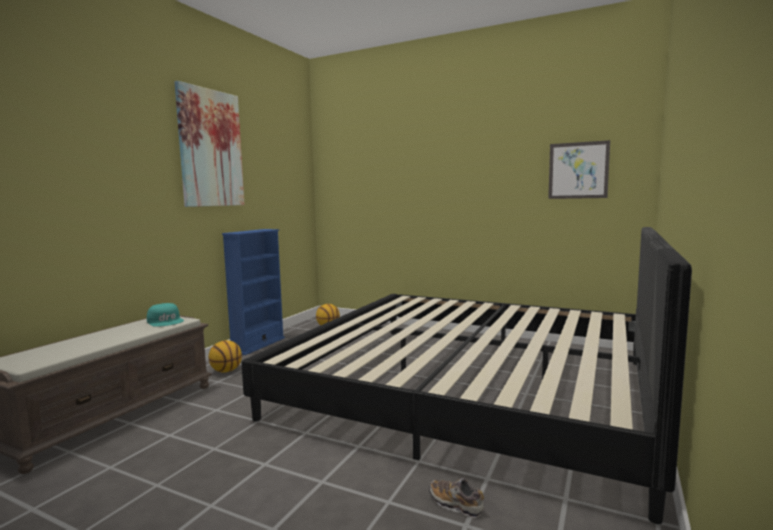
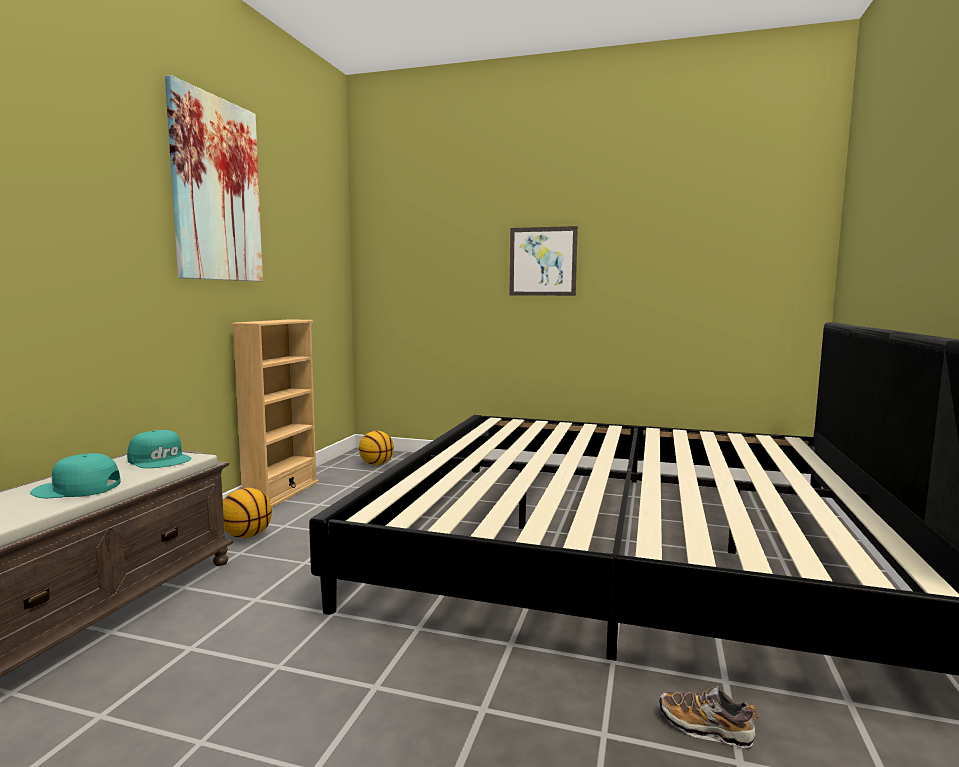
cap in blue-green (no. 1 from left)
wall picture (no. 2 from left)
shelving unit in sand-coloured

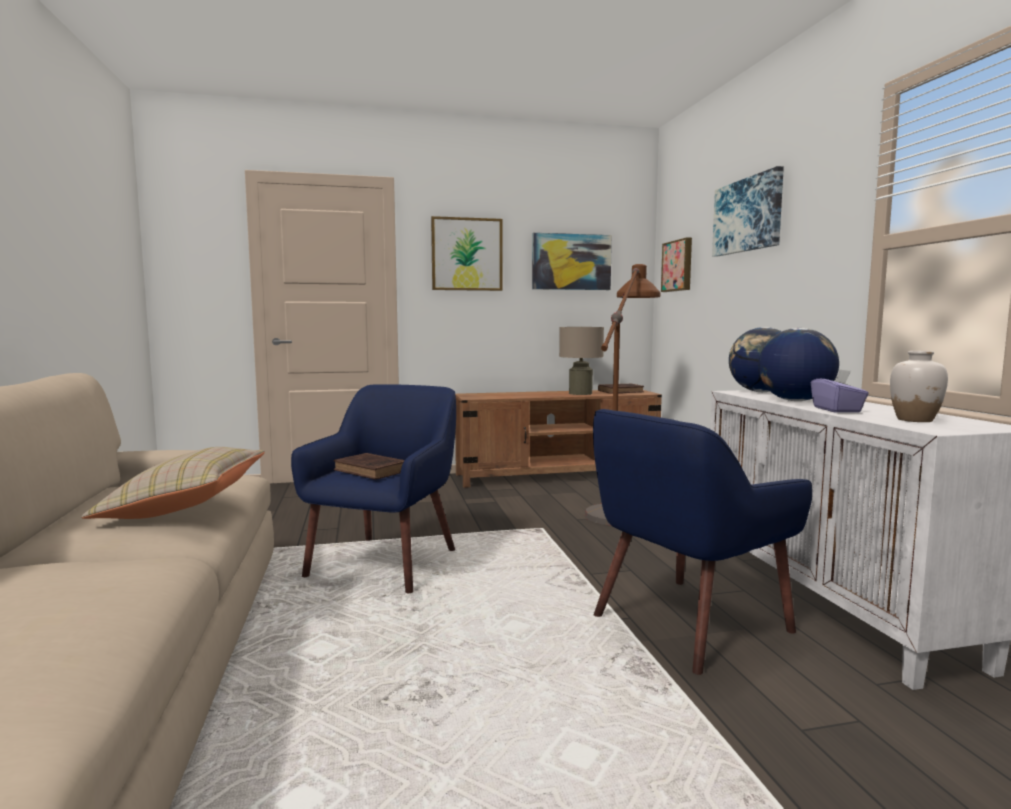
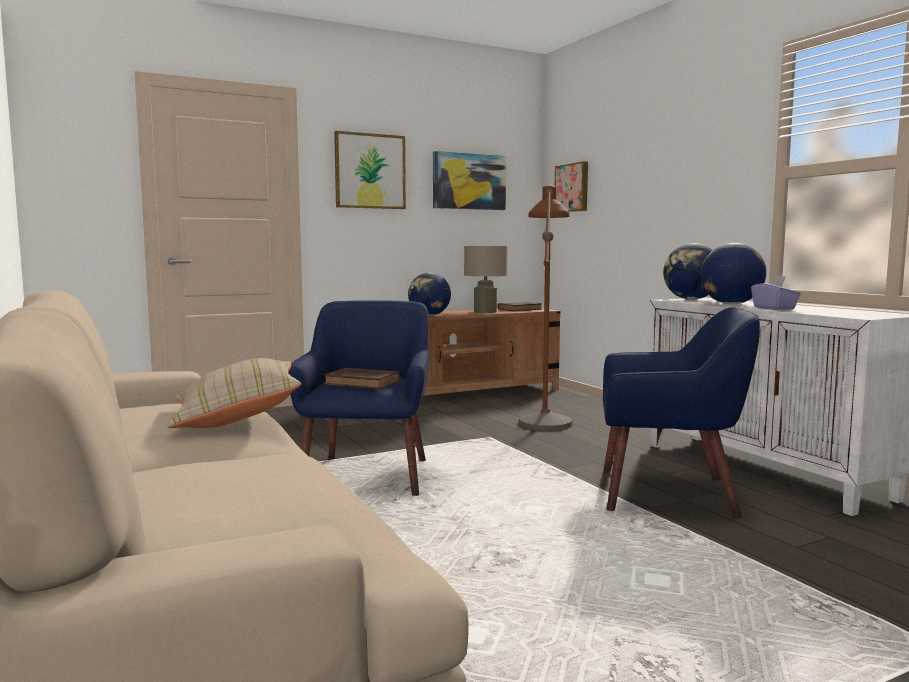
wall picture (no. 4 from left in the first image)
flower vase in whitish
world globe (no. 1 from left)
easy chair in blue-coloured (no. 2 from left)

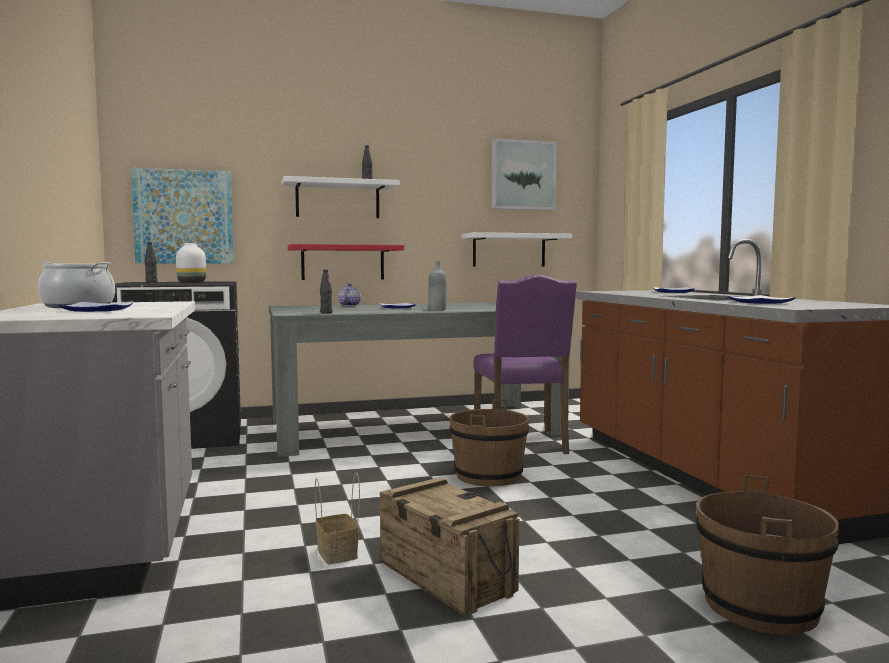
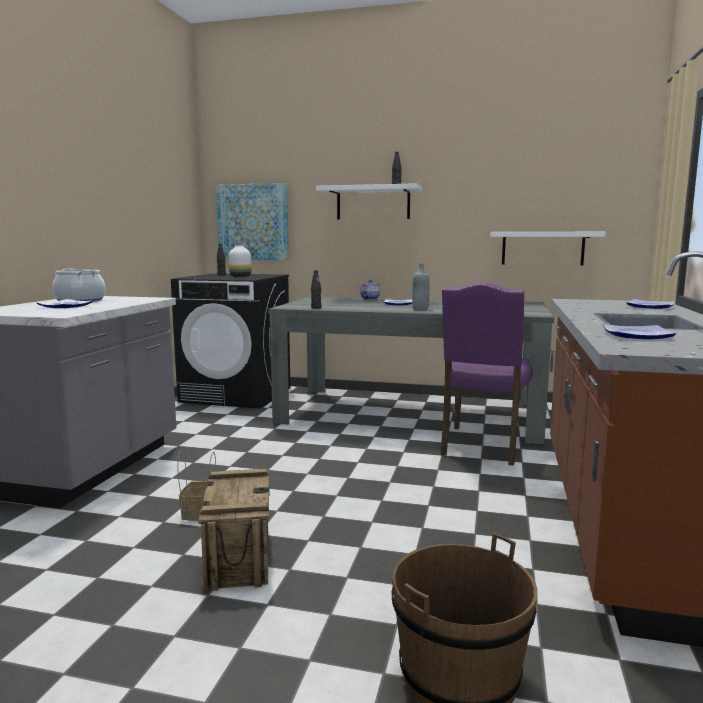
shelf in reddish
water bucket in brown-coloured (no. 1 from left in the first image)
wall picture (no. 2 from left in the first image)

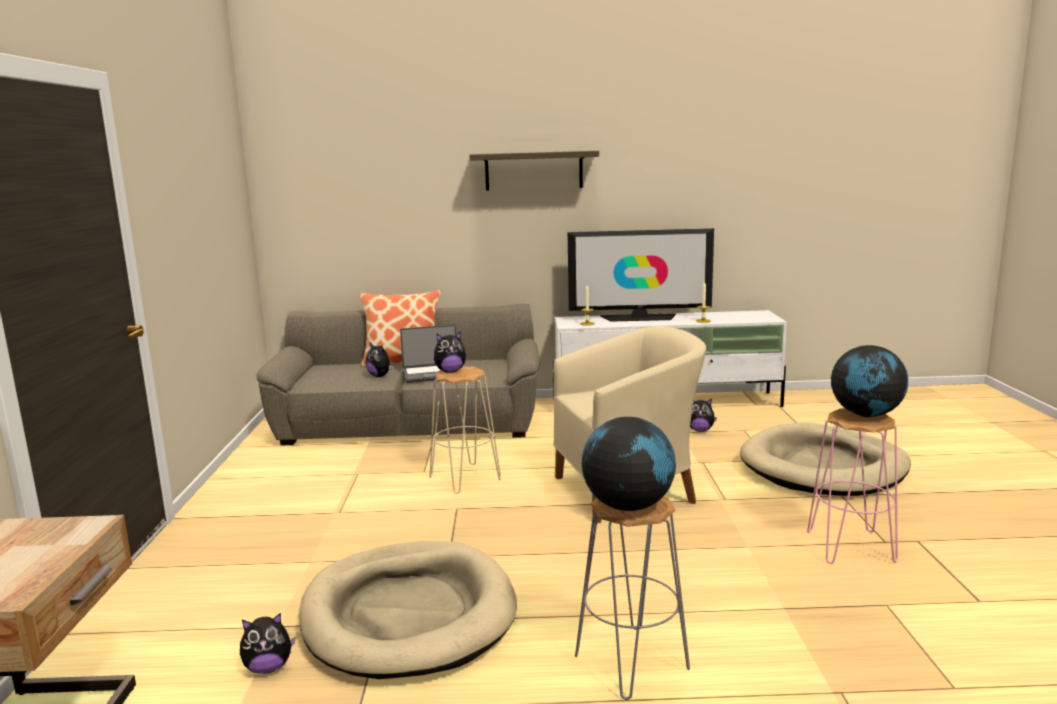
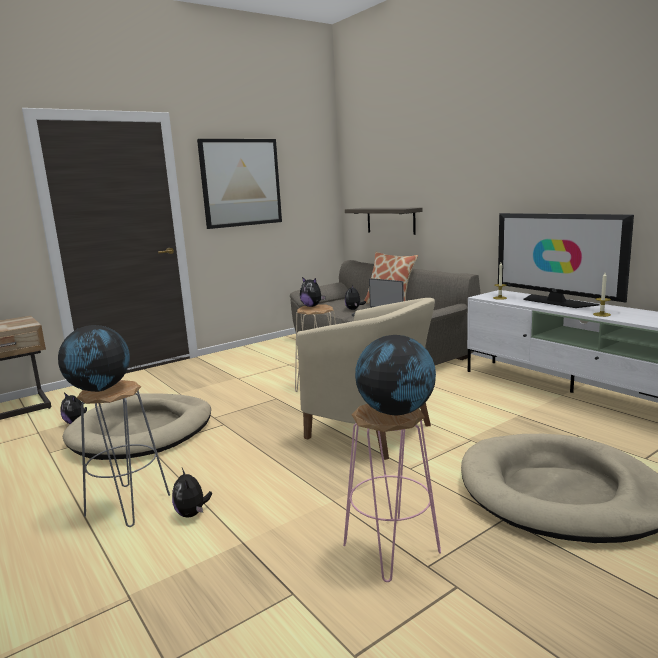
wall picture
shelf
cuddly toy (no. 2 from left)

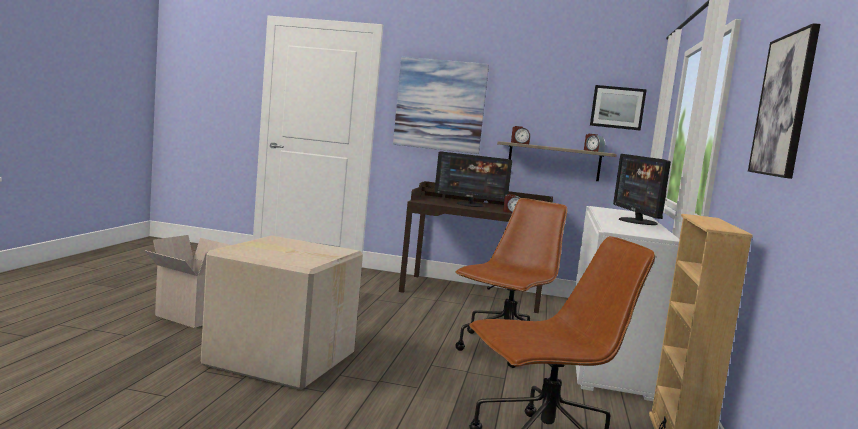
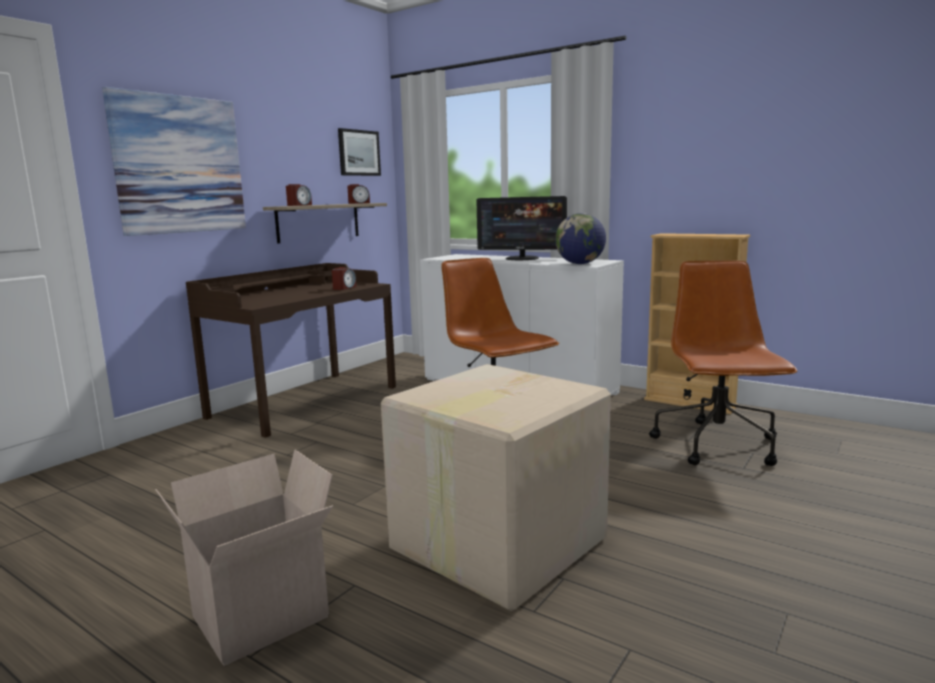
computer screen (no. 1 from left in the first image)
wall picture (no. 3 from left in the first image)
world globe

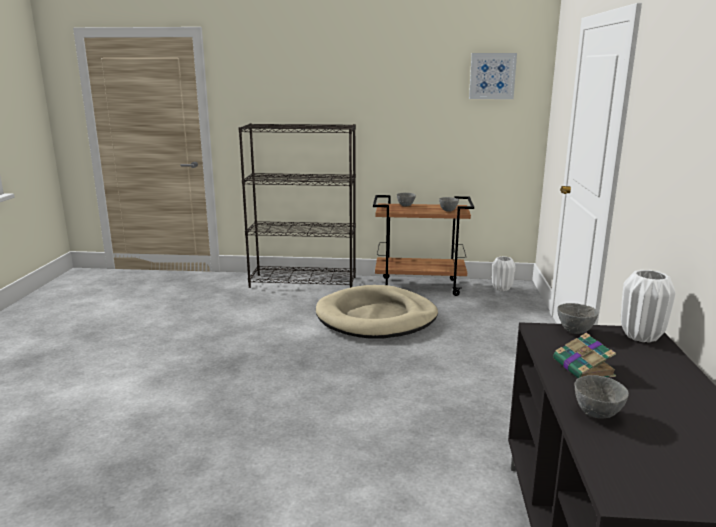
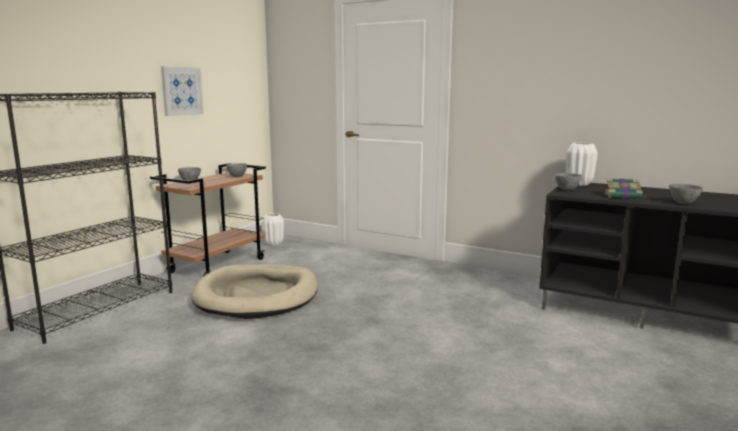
wall picture

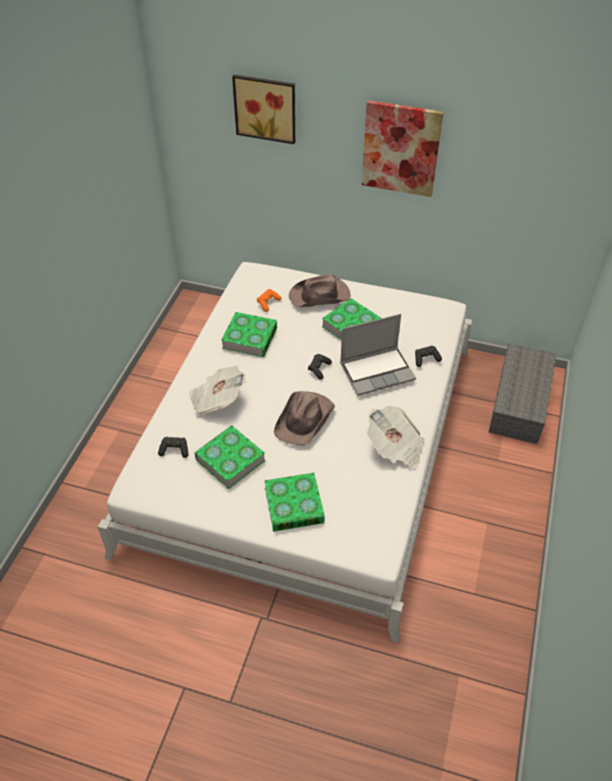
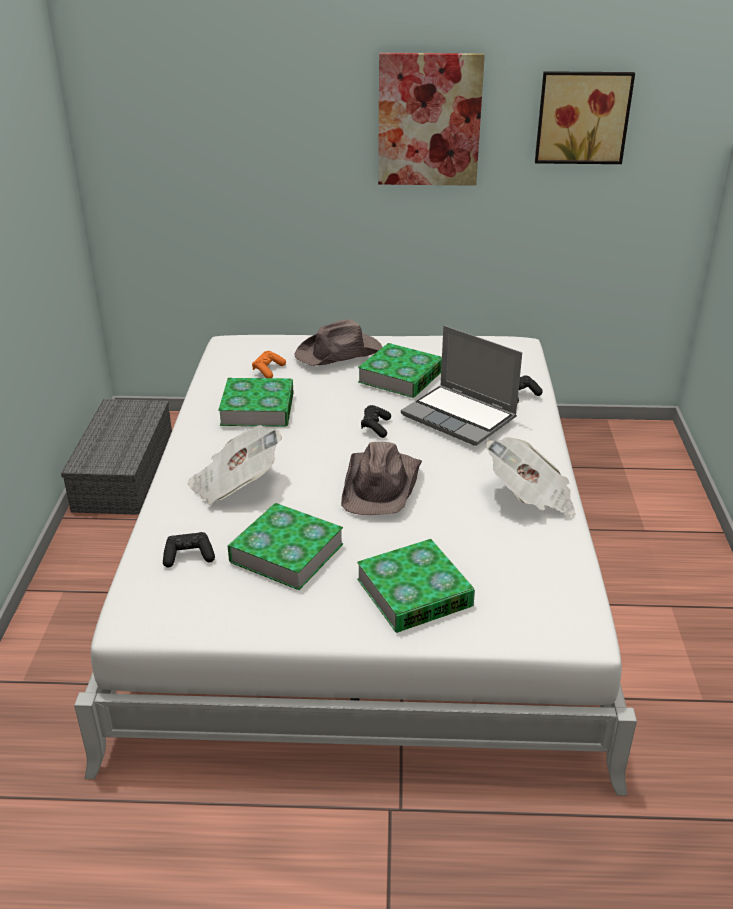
wall picture (no. 2 from left)
storage box in greyish
laptop

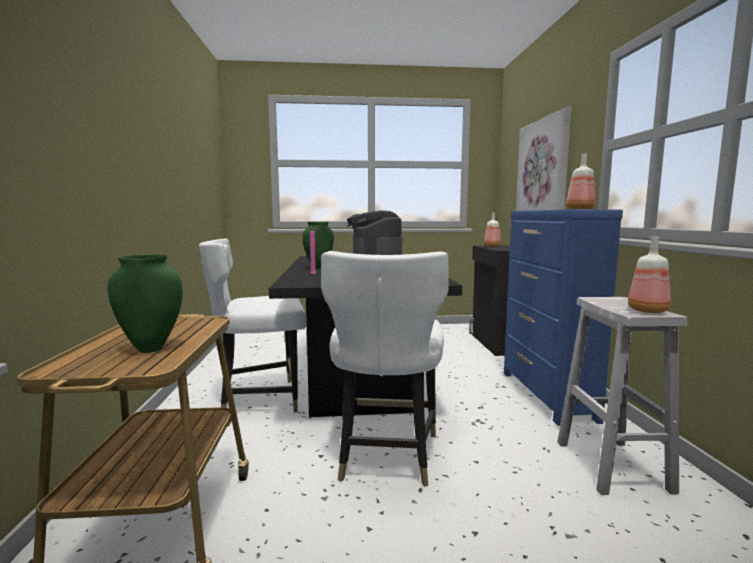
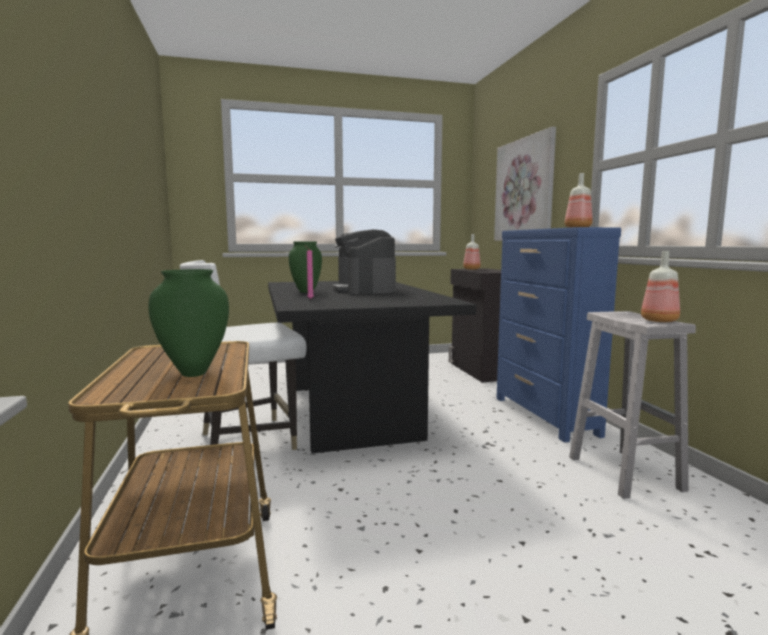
upright chair in whitish (no. 2 from left in the first image)

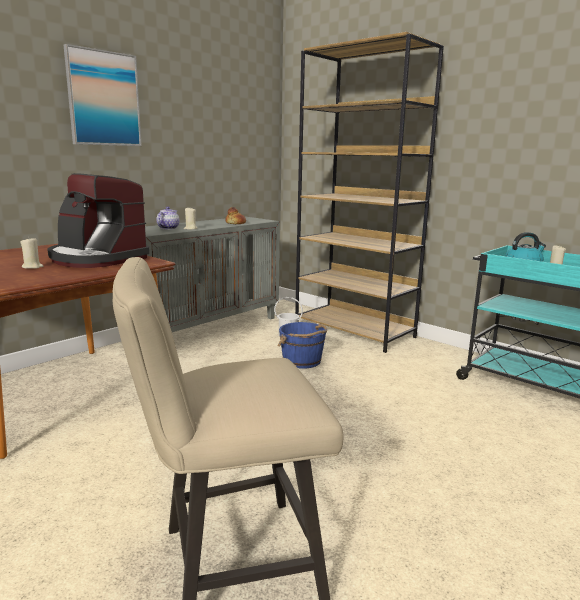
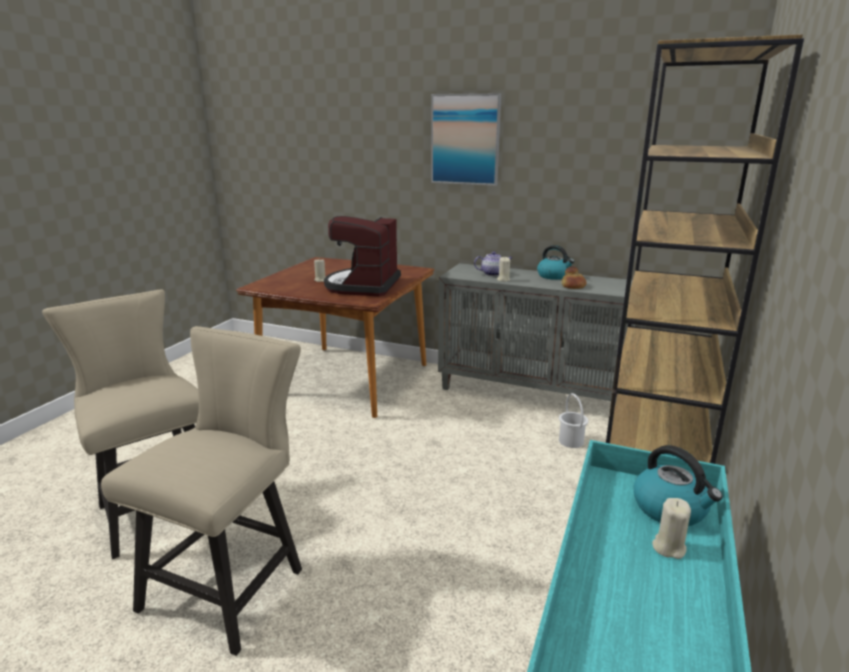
water bucket in blue-coloured
upright chair in sand-coloured (no. 2 from left)
tea kettle (no. 1 from left)

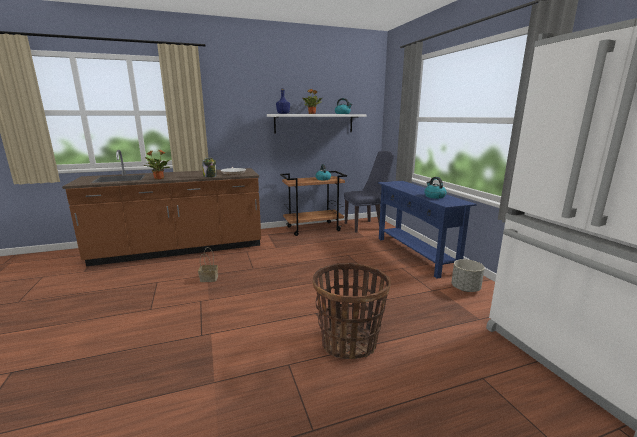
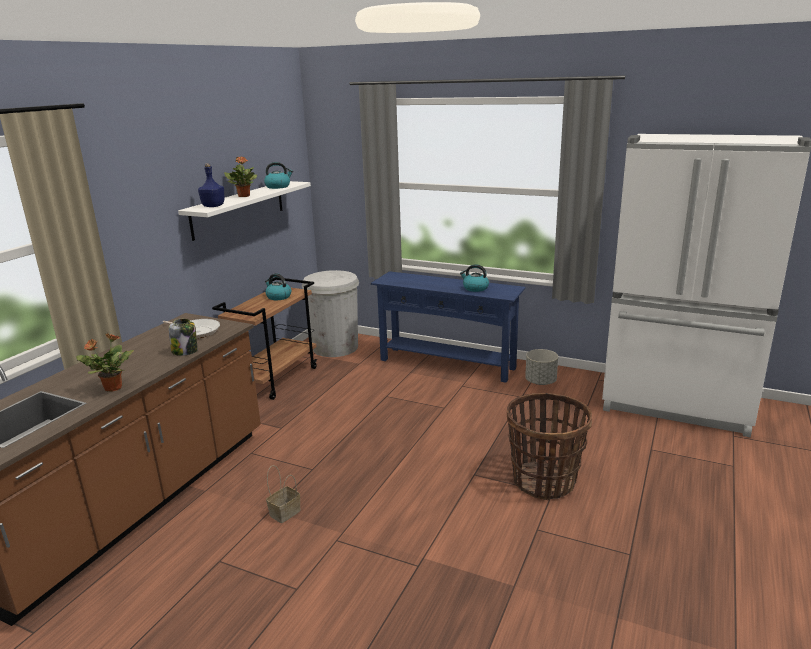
waste bin in whitish

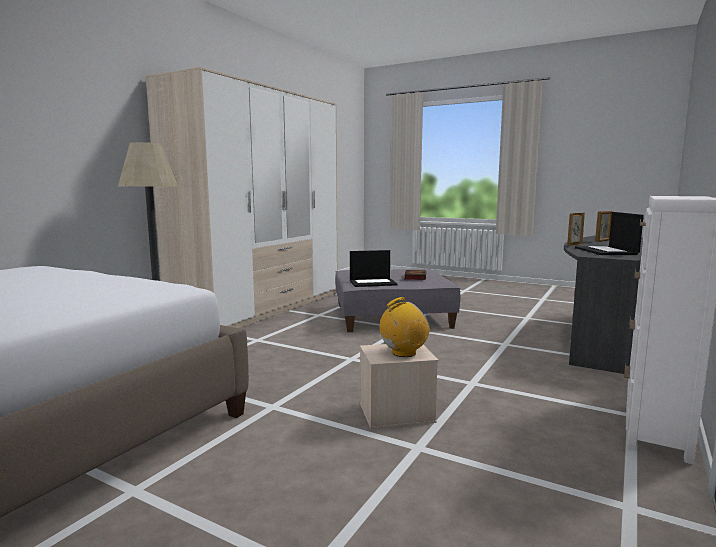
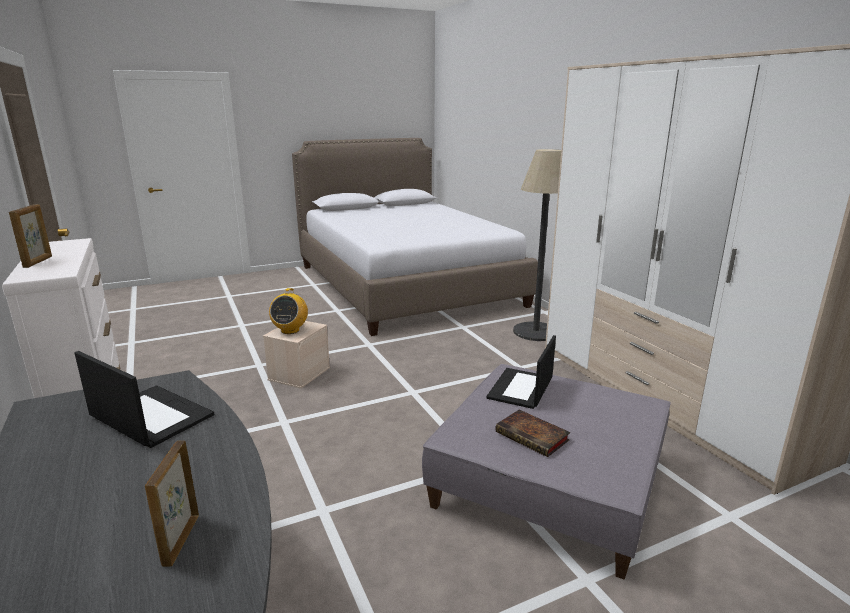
photo frame (no. 1 from left)

